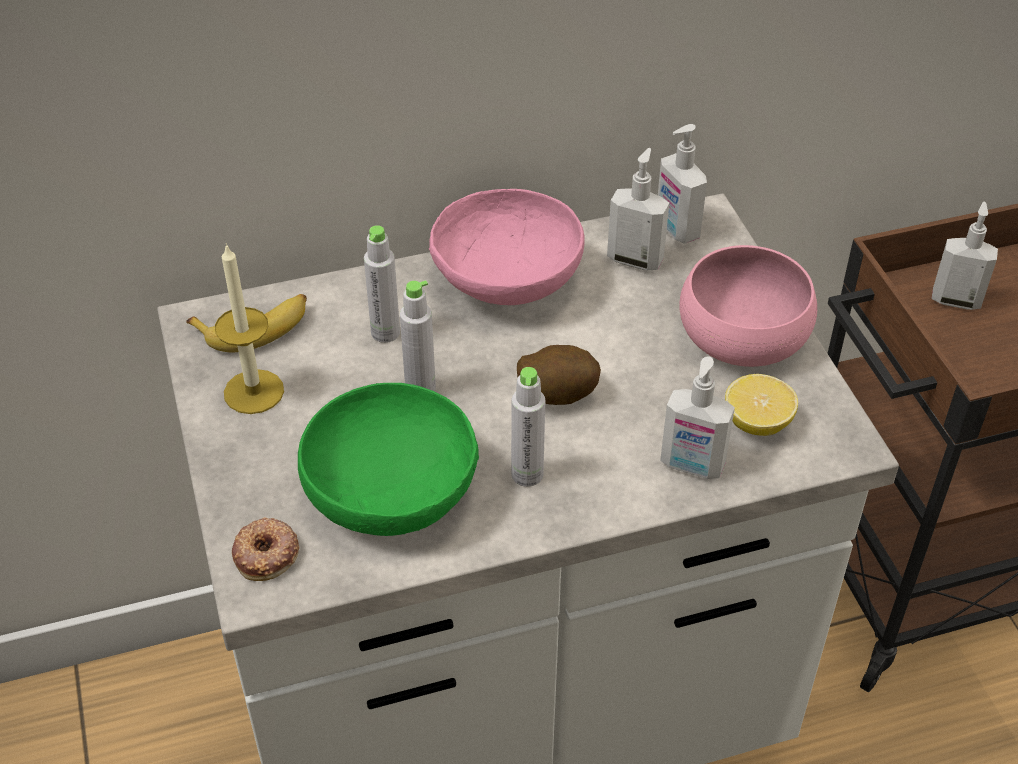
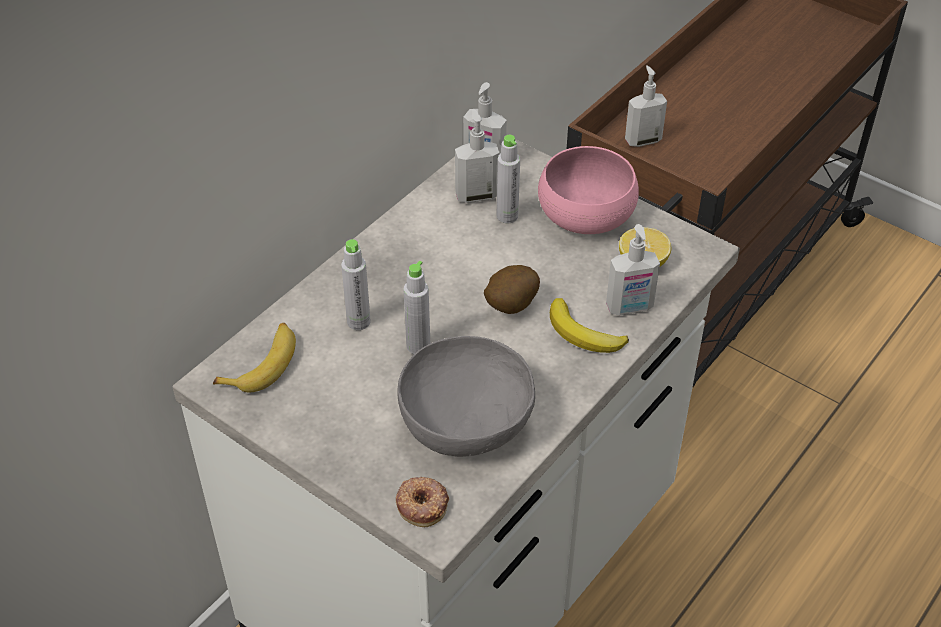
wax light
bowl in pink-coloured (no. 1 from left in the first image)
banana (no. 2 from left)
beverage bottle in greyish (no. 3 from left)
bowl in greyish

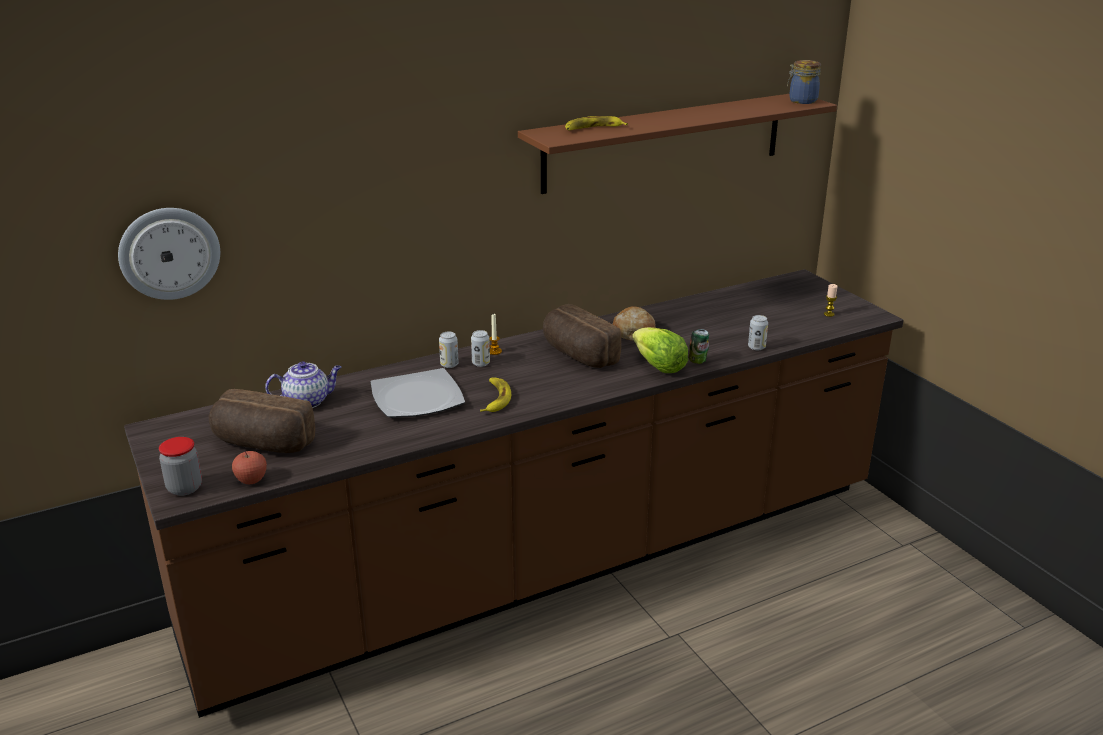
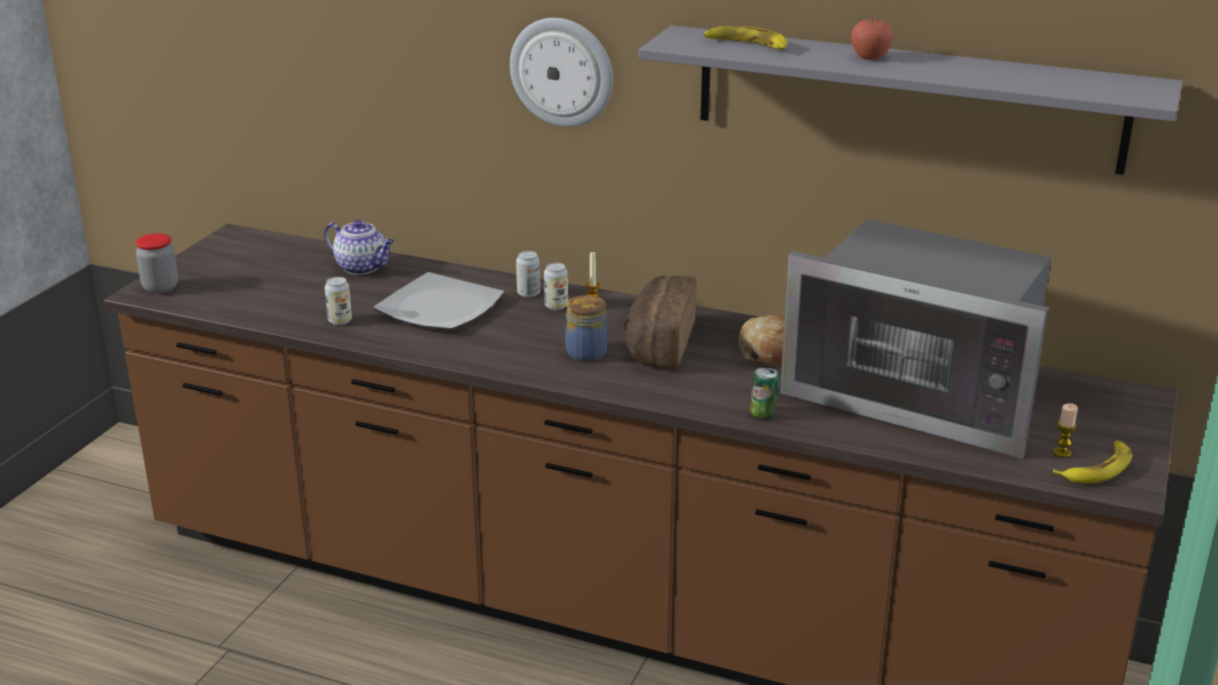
baked bread (no. 1 from left in the first image)
head of lettuce
microwave
hanging clock
whole apple
banana (no. 2 from left)
sealed can (no. 1 from left)
storage jar (no. 2 from left)
shelf in greyish

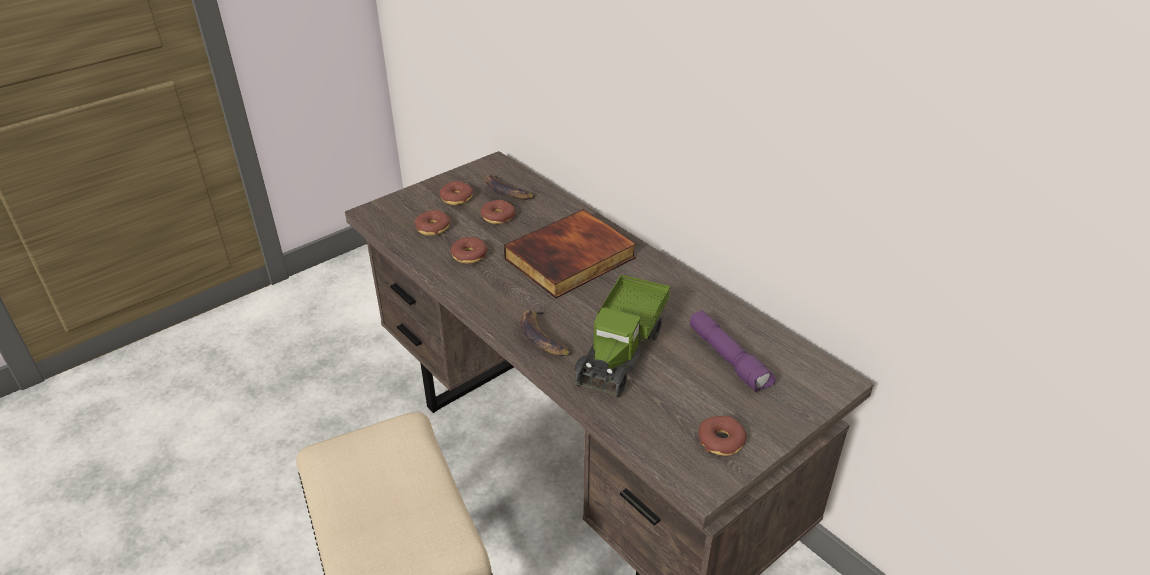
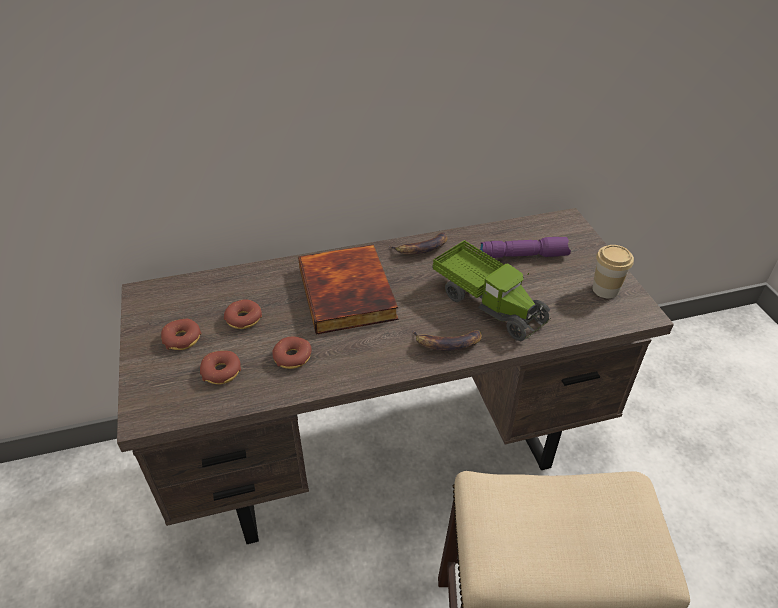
banana (no. 1 from left)
drinking cup

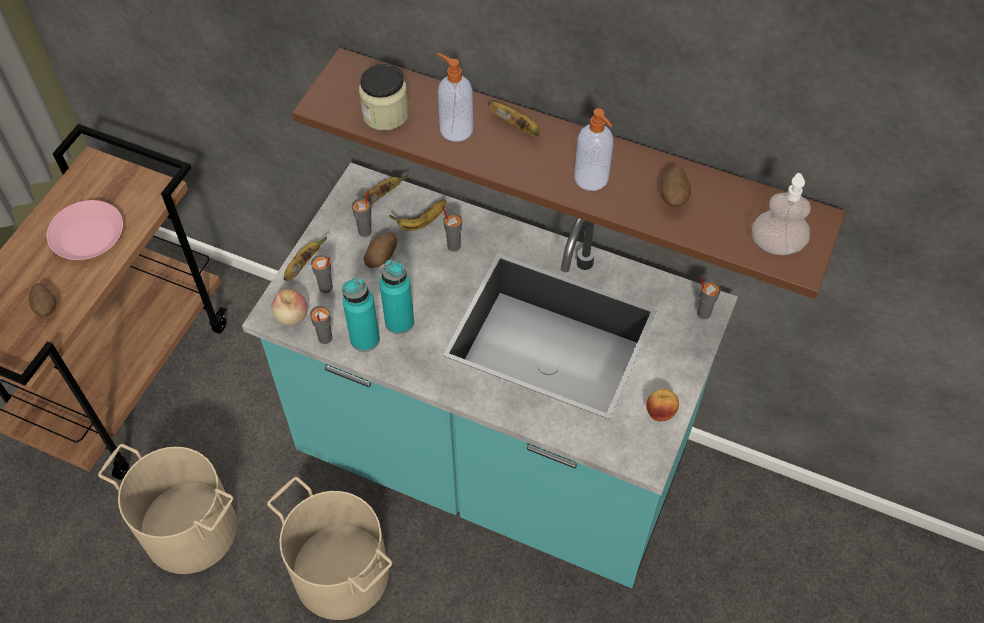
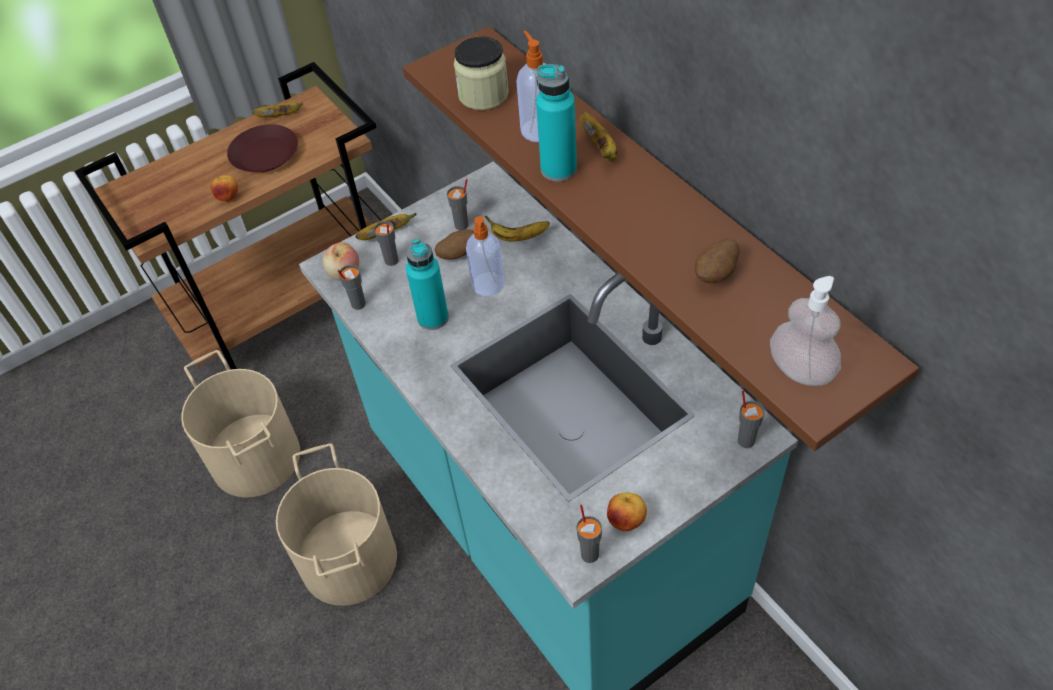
spud (no. 1 from left in the first image)
whole apple (no. 1 from left)
beverage bottle in blue-green (no. 2 from left)
banana (no. 1 from left)
drinking cup in greyish (no. 4 from left)
liquid soap bottle (no. 1 from left)
dinner plate in brown-coloured

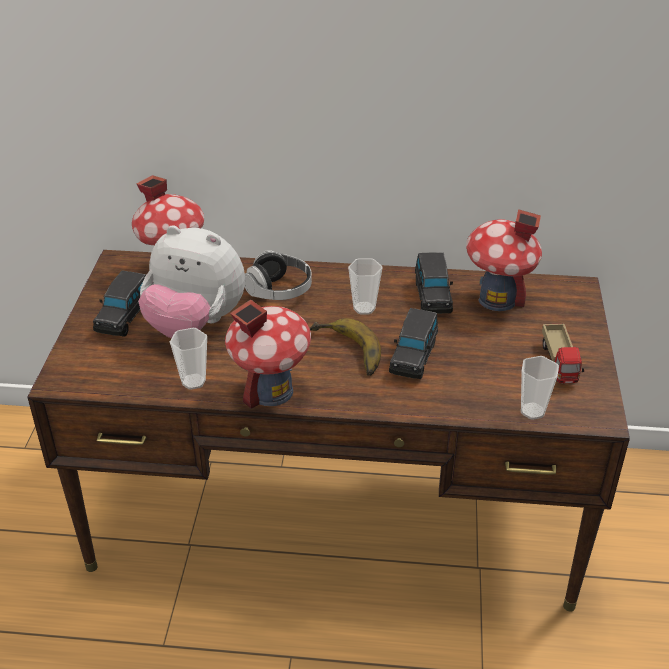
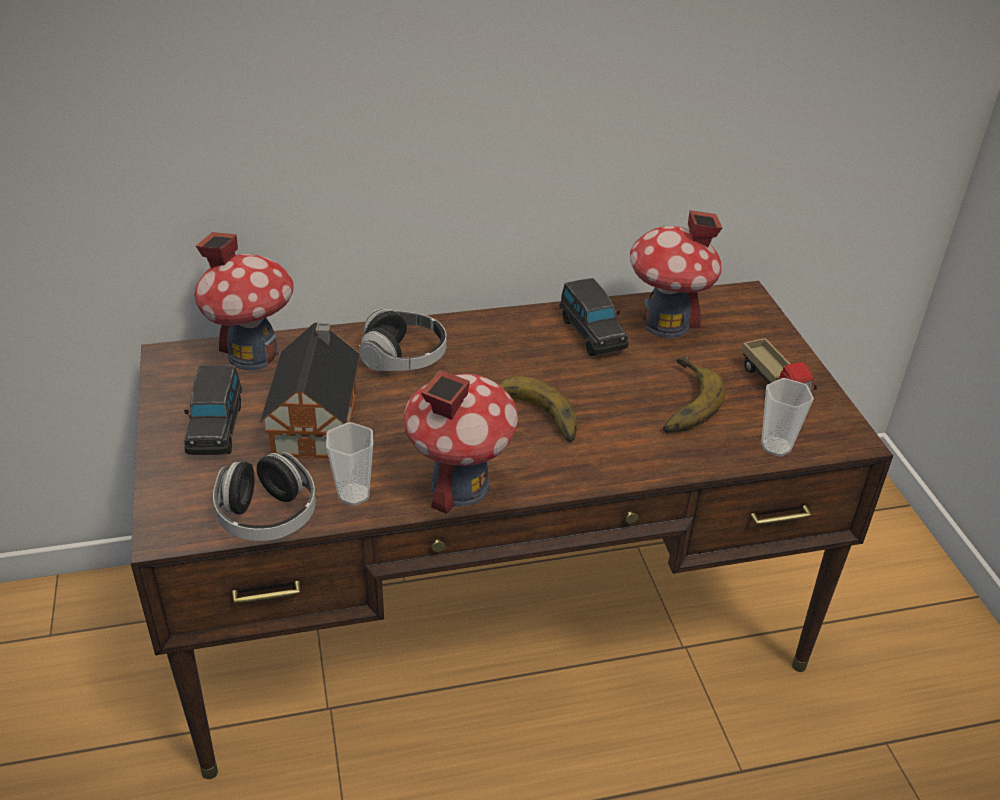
drinking cup (no. 2 from left in the first image)
model car in black (no. 2 from left in the first image)
headset (no. 1 from left)
banana (no. 2 from left)
miniature house (no. 2 from left)

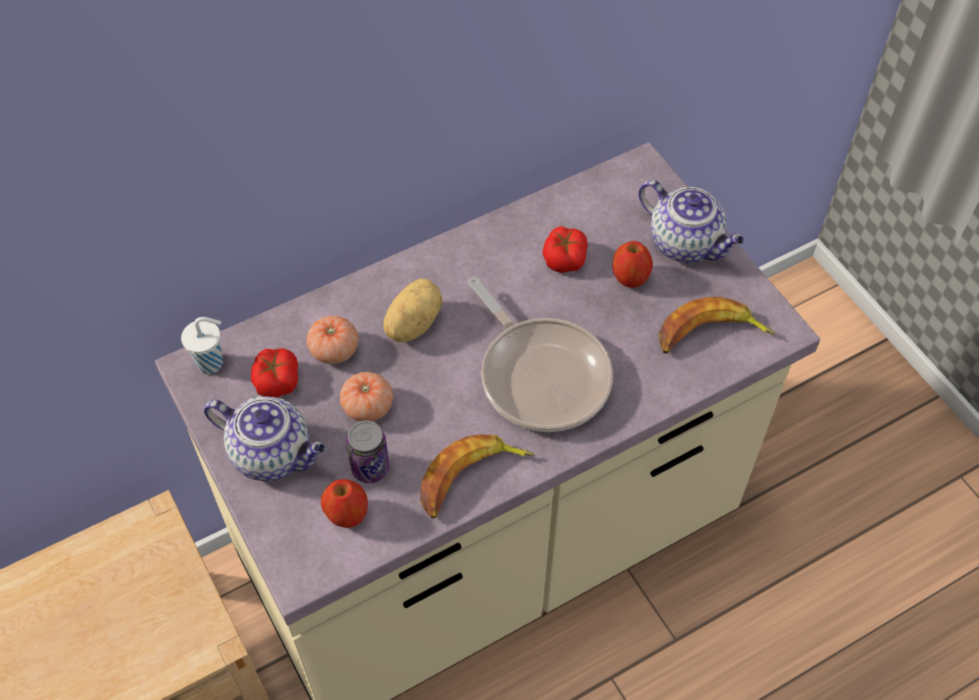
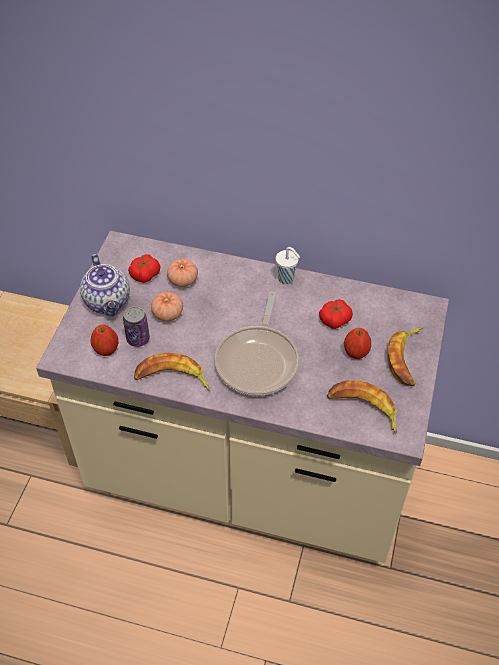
spud
drinking cup in whitish
banana (no. 3 from left)

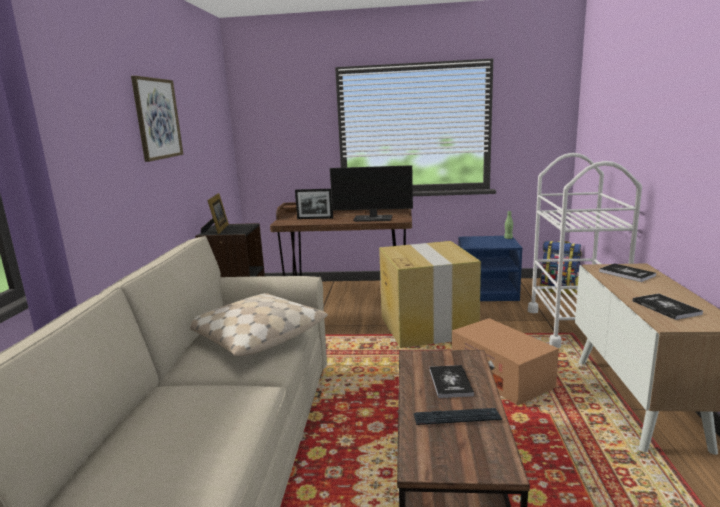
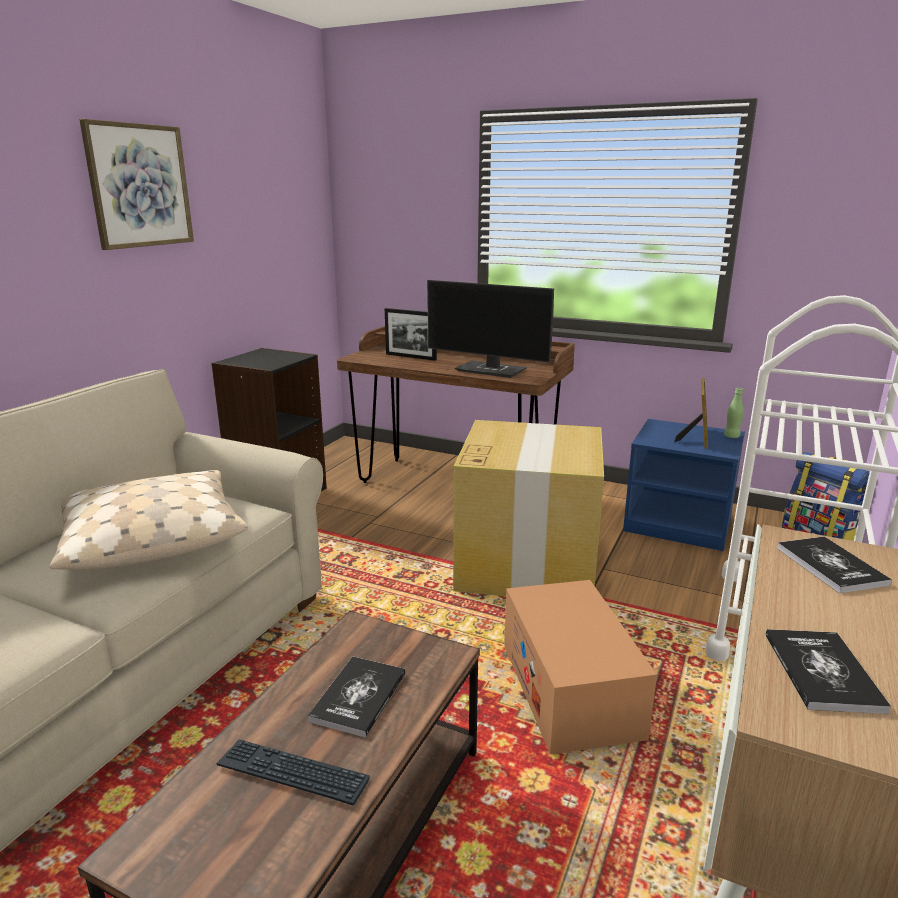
photo frame (no. 2 from left)

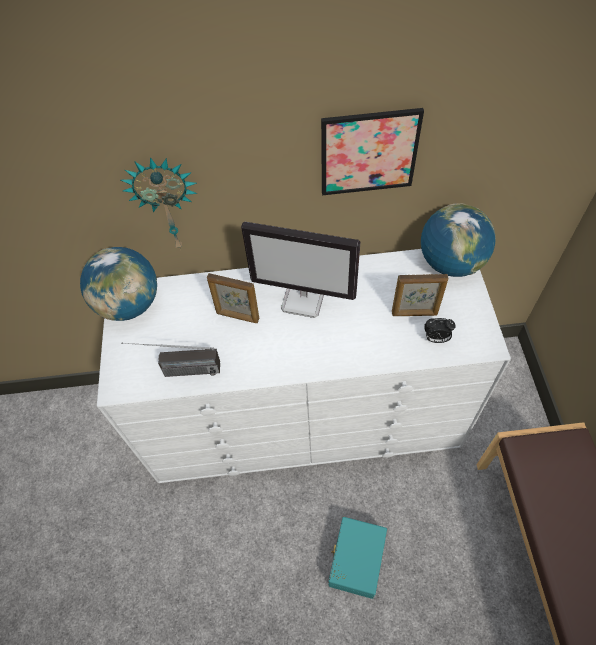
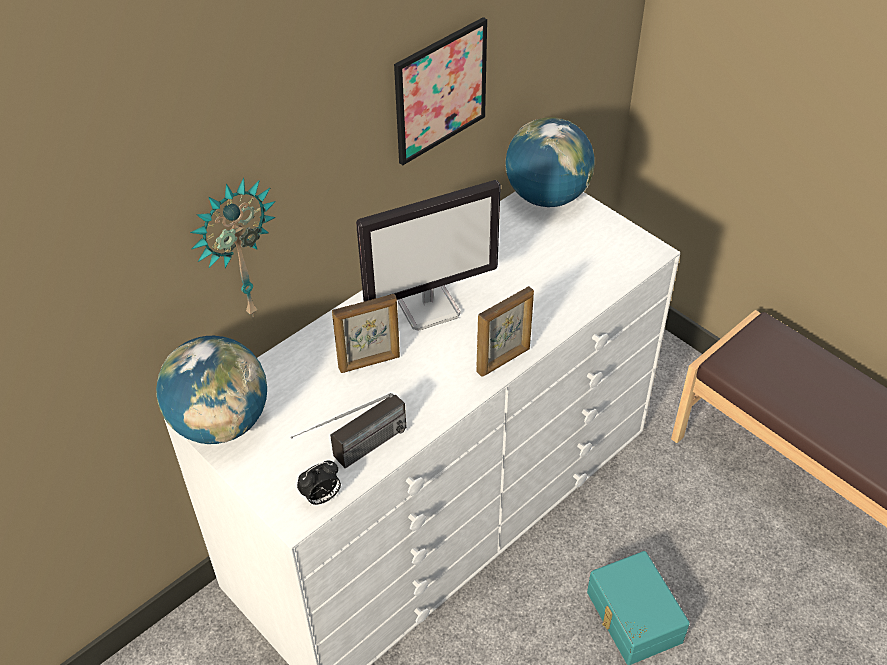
photo frame (no. 2 from left)
alarm clock

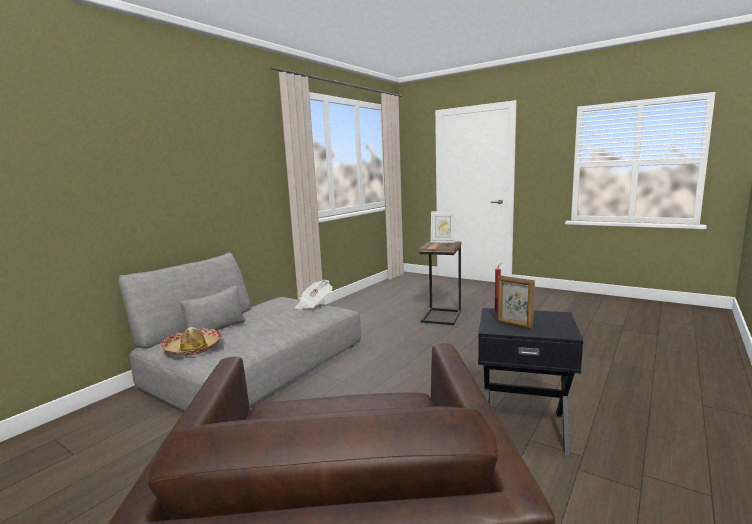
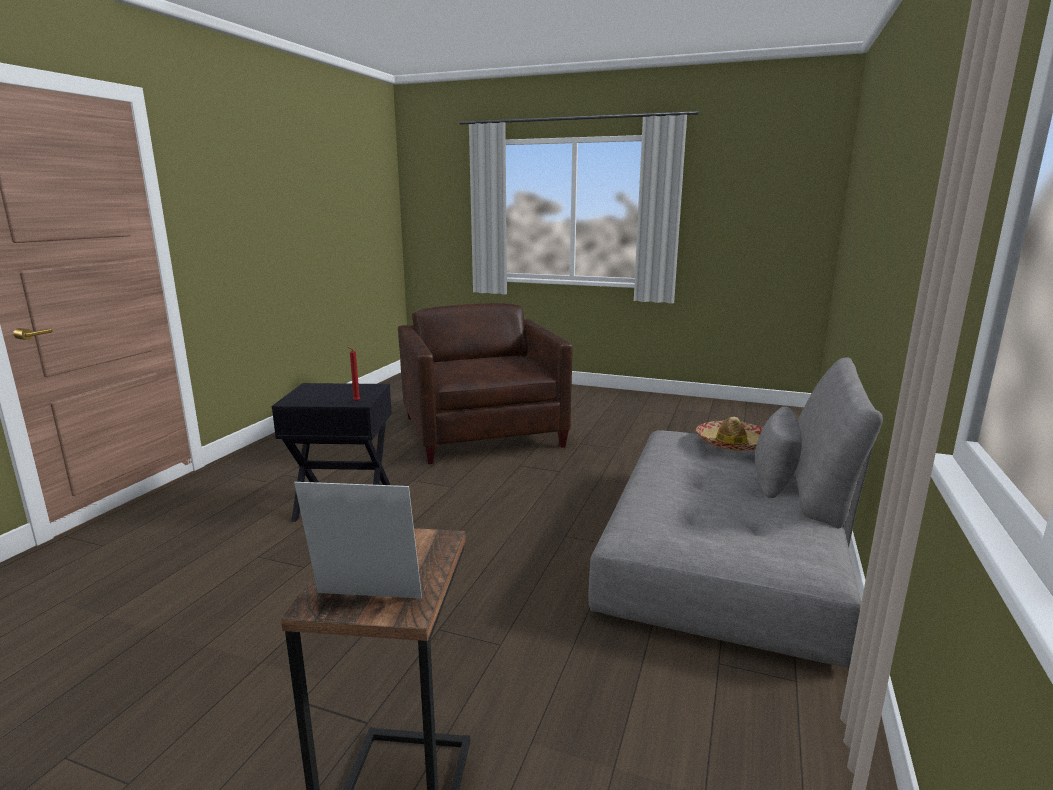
daily paper
photo frame (no. 2 from left in the first image)

